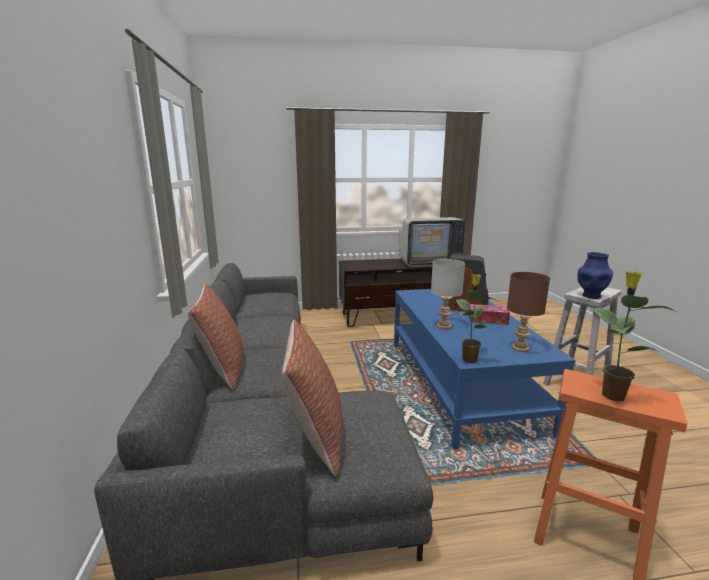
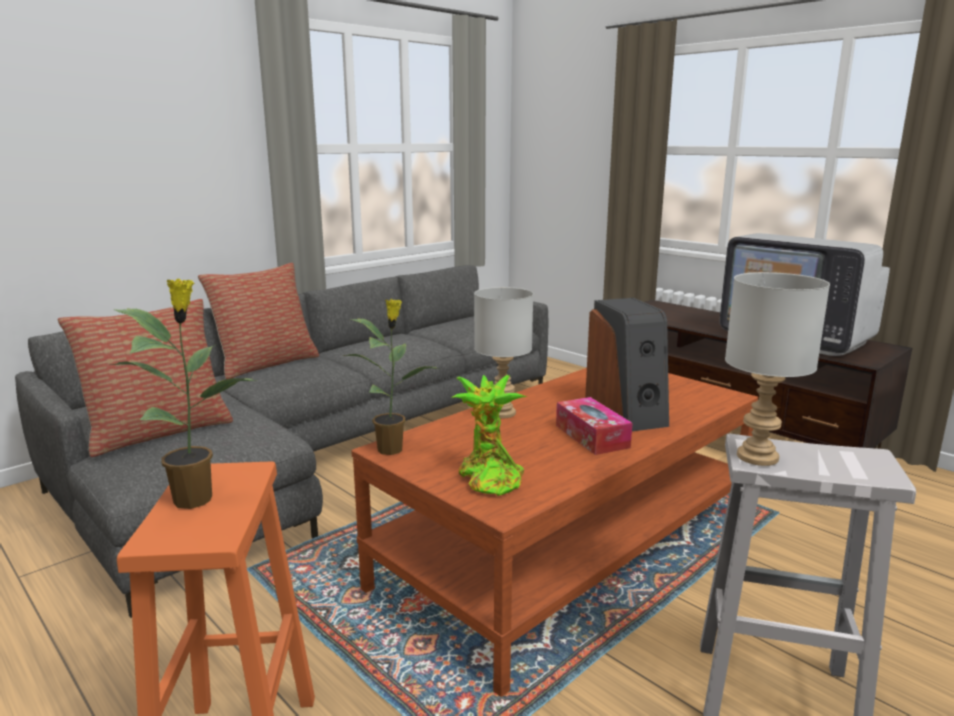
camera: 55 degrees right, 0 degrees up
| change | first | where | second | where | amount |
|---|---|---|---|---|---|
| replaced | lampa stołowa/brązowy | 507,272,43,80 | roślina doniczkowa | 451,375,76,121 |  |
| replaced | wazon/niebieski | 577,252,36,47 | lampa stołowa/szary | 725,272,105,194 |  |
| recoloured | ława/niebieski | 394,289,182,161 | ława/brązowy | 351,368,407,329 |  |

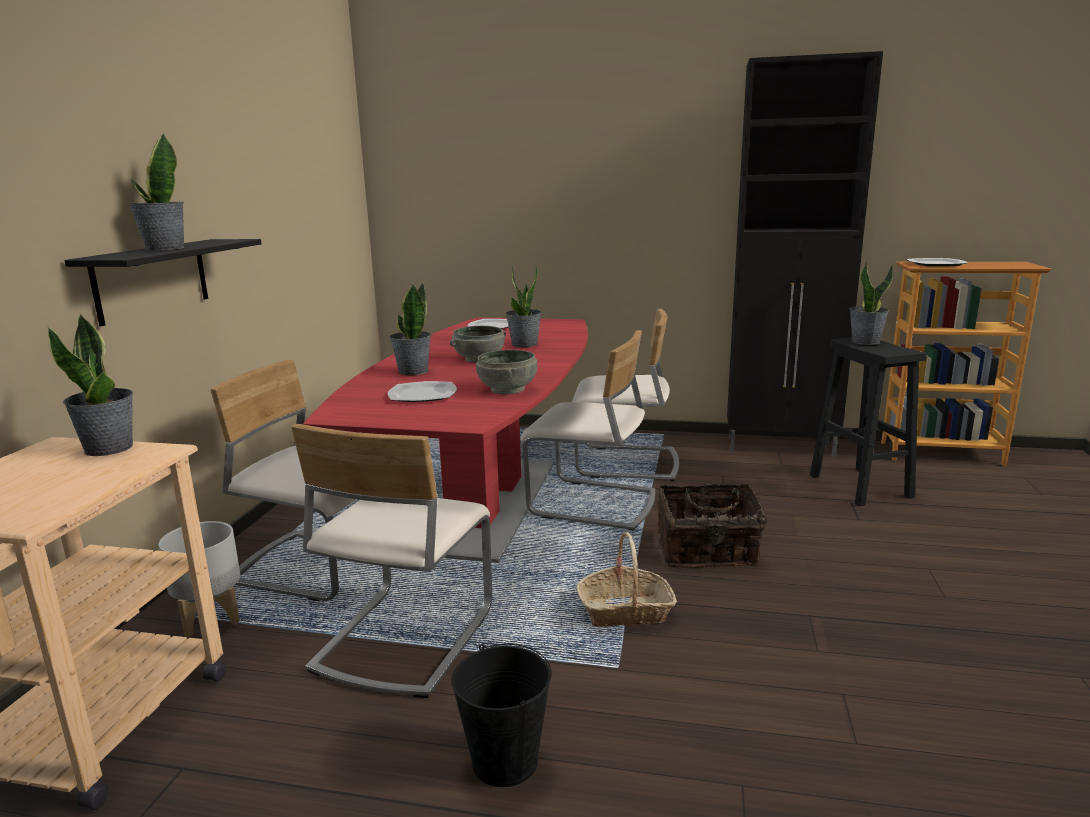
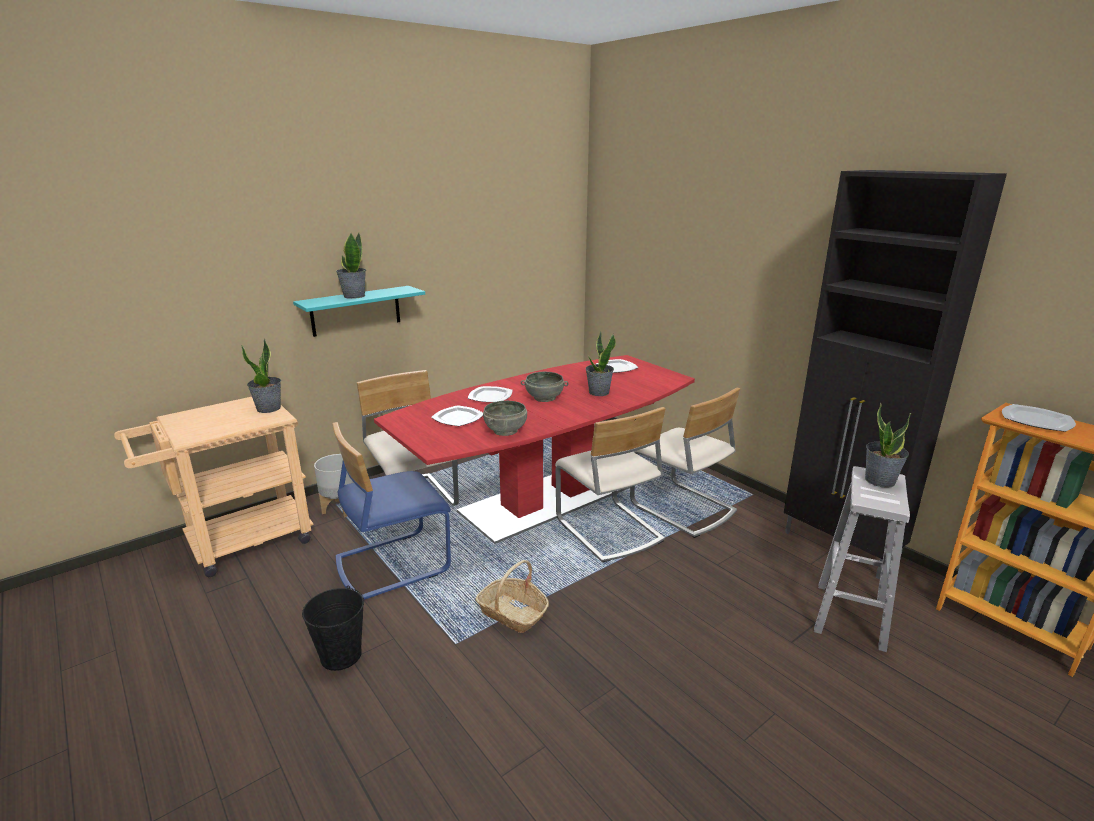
camera: 40 degrees right, 5 degrees up
| change | first | where | second | where | amount |
|---|---|---|---|---|---|
| removed | koszyk | 657,483,110,85 |  |  |  |
| replaced | roślina doniczkowa | 389,282,43,93 | talerz | 468,386,44,16 |  |
| recoloured | półka/czarny | 64,239,198,87 | półka/turkusowy | 293,286,132,51 |  |
| recoloured | krzesło/beżowy | 291,424,201,274 | krzesło/niebieski | 332,422,119,178 |  |
| recoloured | stołek/czarny | 810,337,117,169 | stołek/biały | 814,466,96,186 |  |

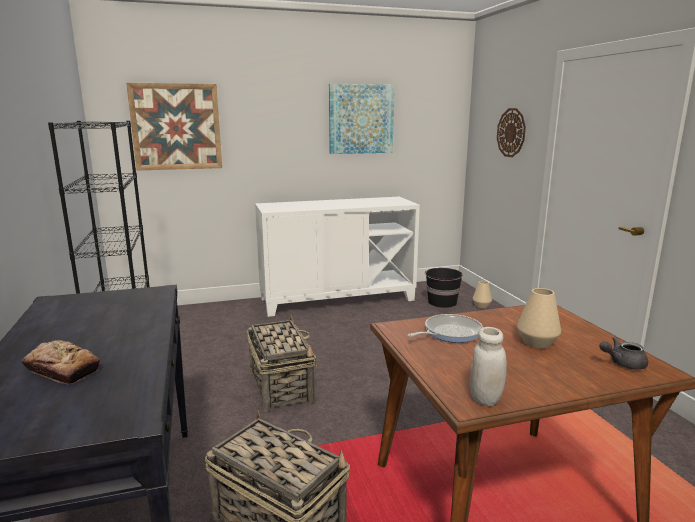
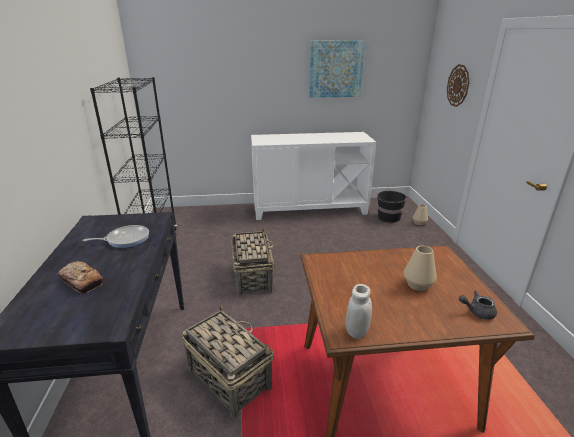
camera: 10 degrees right, 10 degrees up
| change | first | where | second | where | amount |
|---|---|---|---|---|---|
| removed | obraz | 126,83,96,88 |  |  |  |
| moved | patelnia | 407,314,76,29 |  | 83,225,66,23 |  |

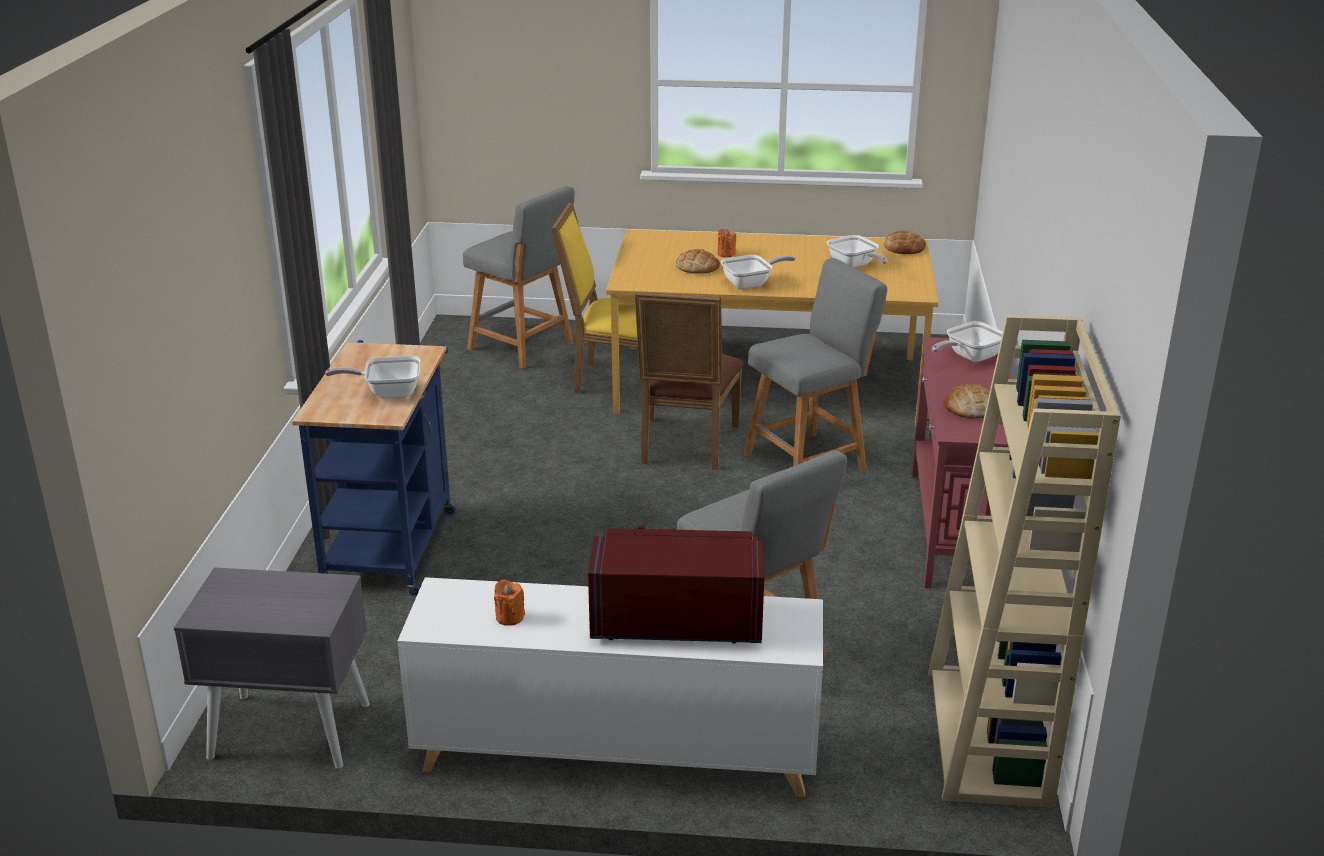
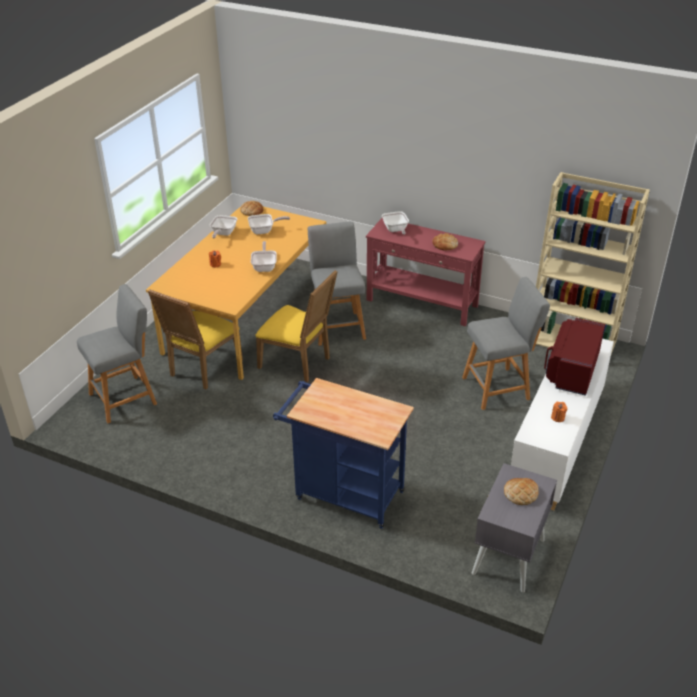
camera: 70 degrees left, 10 degrees up
| change | first | where | second | where | amount |
|---|---|---|---|---|---|
| moved | patelnia | 325,356,96,42 |  | 210,215,27,24 |  |
| moved | chleb | 676,249,44,25 |  | 504,478,35,27 |  |
| recoloured | krzesło/brązowy | 635,292,109,178 | krzesło/żółty | 256,270,82,112 |  |

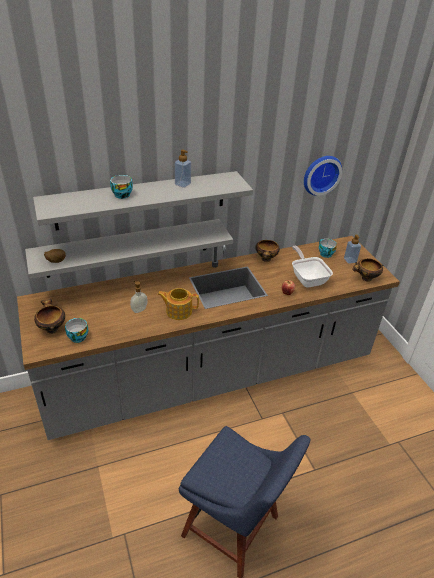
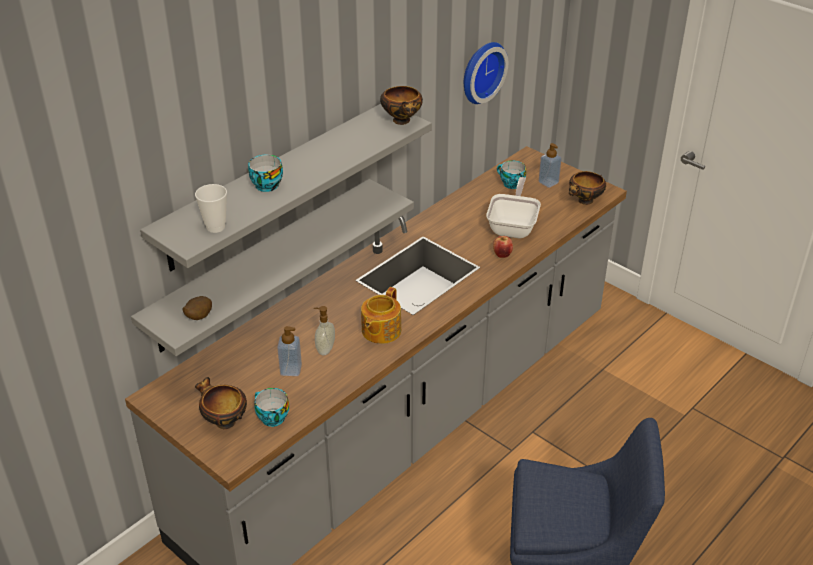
camera: 25 degrees left, 0 degrees up
| change | first | where | second | where | amount |
|---|---|---|---|---|---|
| added |  |  | filiżanka | 195,184,32,49 |  |
| moved | dozownik mydła | 175,150,16,38 |  | 277,326,25,50 |  |
| moved | miska | 255,240,25,22 |  | 380,86,43,39 |  |
| turned | imbryk | 157,288,42,32 |  | 361,287,40,57 | 45 degrees counterclockwise |
| turned | patelnia | 292,246,41,42 |  | 486,177,55,61 | 60 degrees clockwise |

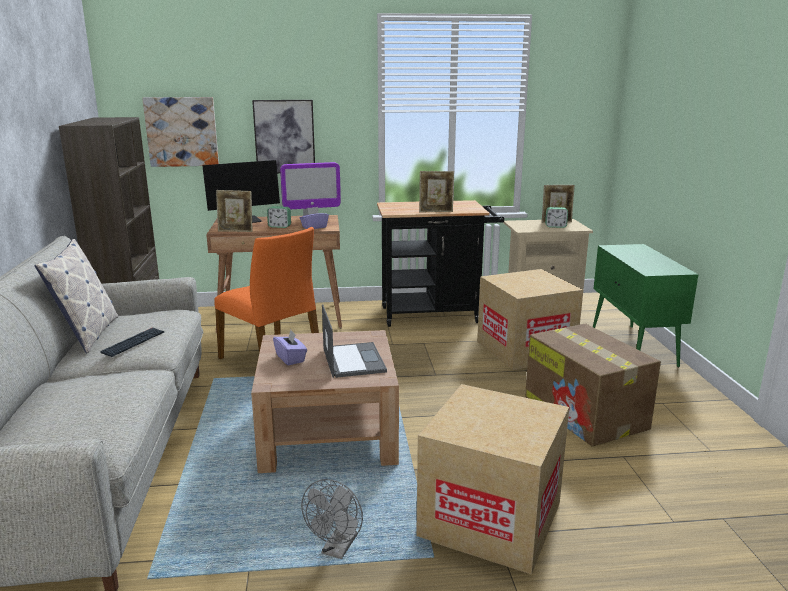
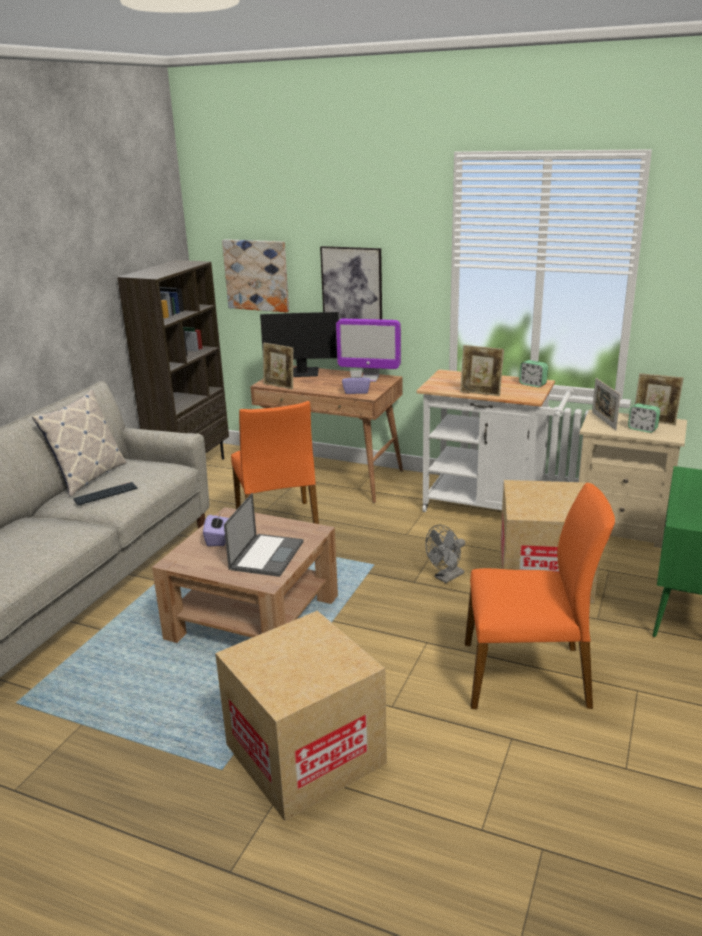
camera: 30 degrees right, 5 degrees up
| change | first | where | second | where | amount |
|---|---|---|---|---|---|
| added |  |  | ramka na zdjęcie | 592,378,29,52 |  |
| moved | budzik | 267,206,24,22 |  | 519,360,29,27 |  |
| moved | wentylator/szary | 301,479,62,80 |  | 425,524,40,59 |  |
| replaced | karton | 525,323,136,124 | krzesło/pomarańczowy | 465,483,150,226 |  |
| recoloured | wózek/czarny | 377,200,127,127 | wózek/biały | 417,369,156,143 |  |

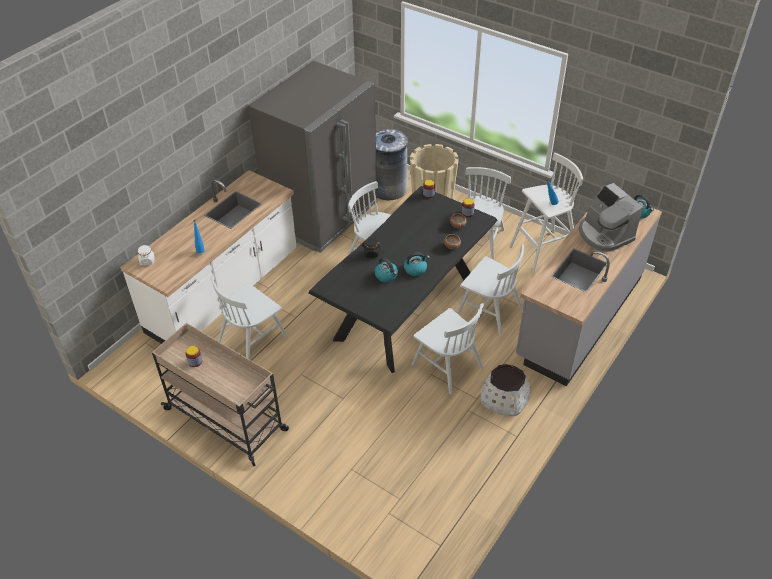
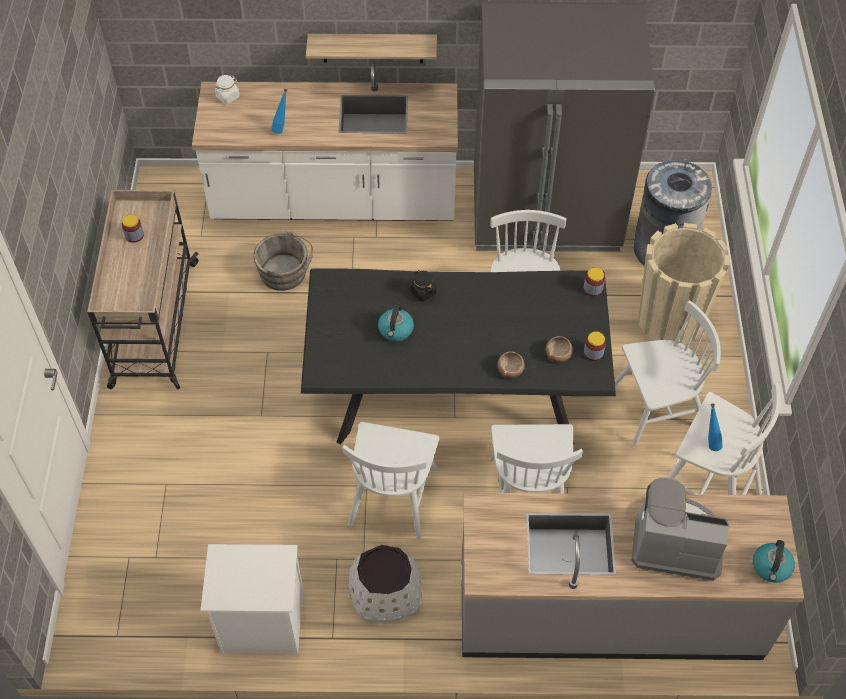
camera: 55 degrees right, 10 degrees up
| change | first | where | second | where | amount |
|---|---|---|---|---|---|
| removed | czajnik | 404,252,26,24 |  |  |  |
| added |  |  | szafka nocna/biały | 200,544,104,110 |  |
| added |  |  | półka | 306,34,131,29 |  |
| replaced | krzesło/biały | 211,277,77,83 | wiadro/szary | 253,231,60,60 |  |
| turned | ekspres do kawy | 579,183,64,69 |  | 631,477,99,104 | 75 degrees clockwise |

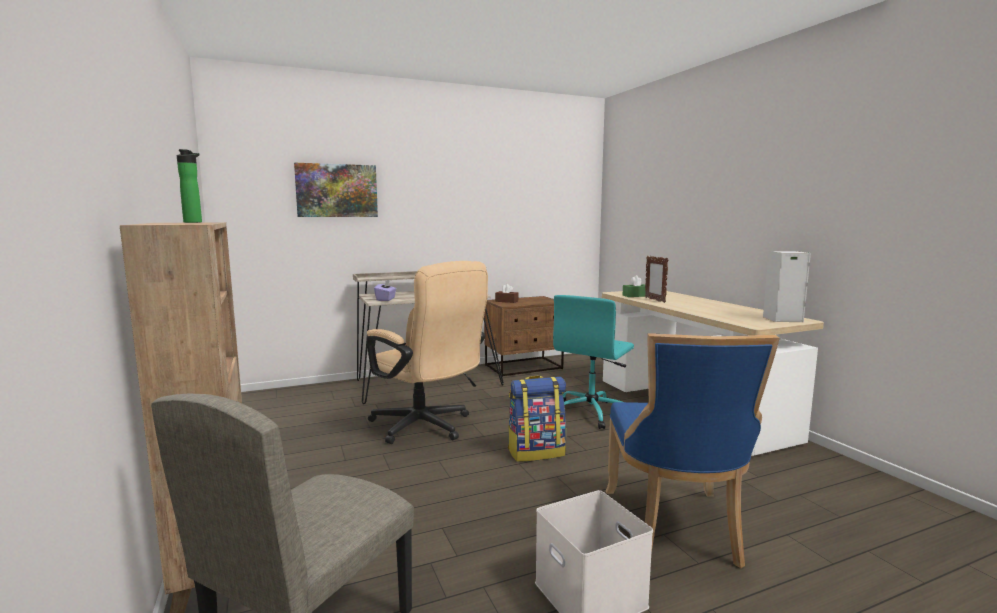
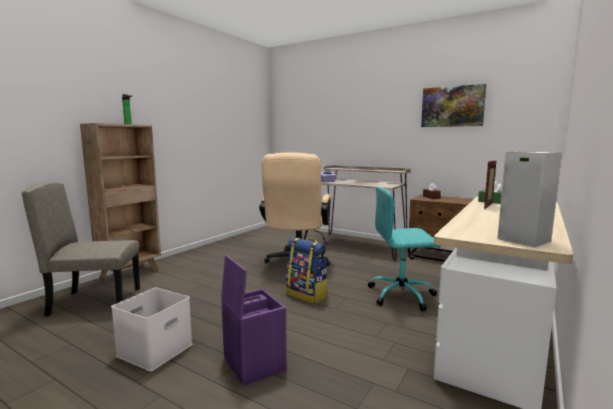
camera: 55 degrees right, 0 degrees up
| change | first | where | second | where | amount |
|---|---|---|---|---|---|
| moved | obraz | 294,163,84,54 |  | 421,84,65,43 |  |
| replaced | krzesło/niebieski | 606,333,174,235 | pojemnik do przechowywania/fioletowy | 221,255,66,131 |  |

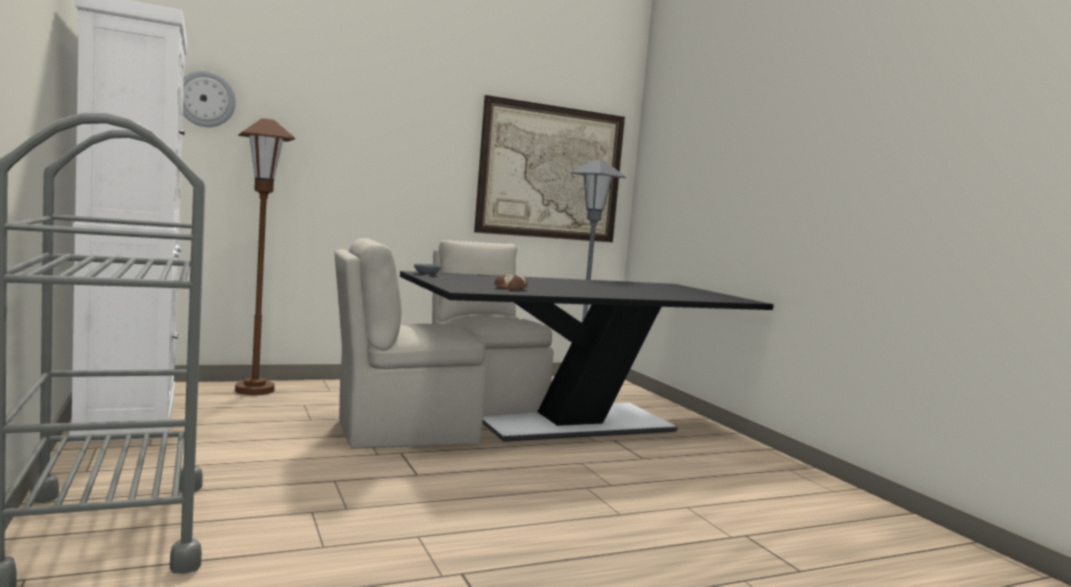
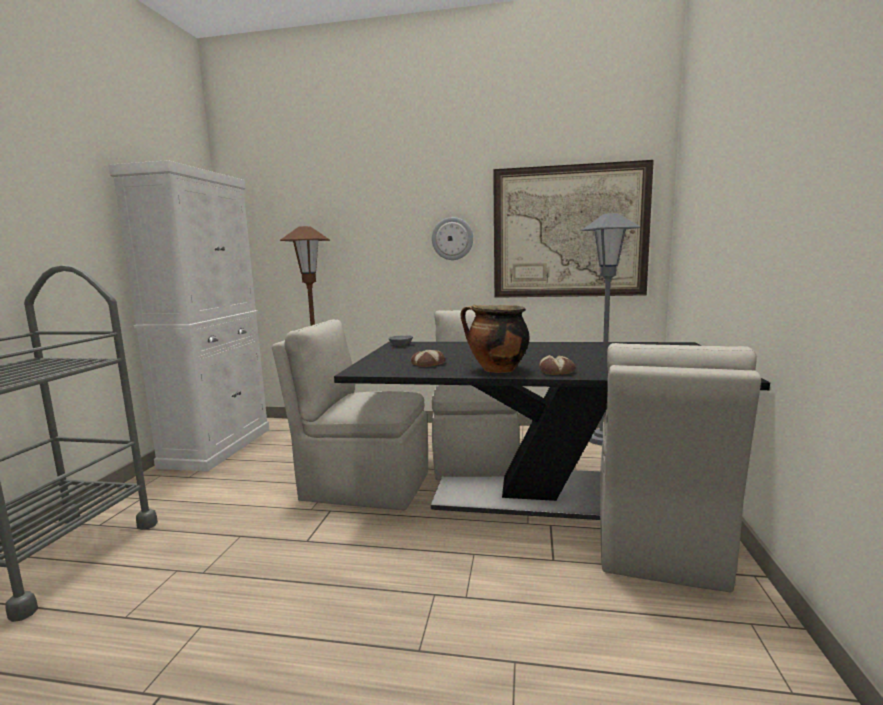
camera: 35 degrees right, 5 degrees up
| change | first | where | second | where | amount |
|---|---|---|---|---|---|
| added |  |  | garnek | 460,305,70,68 |  |
| added |  |  | chleb | 539,355,37,20 |  |
| added |  |  | krzesło/beżowy | 600,343,161,250 |  |
| moved | zegar ścienny | 183,71,53,56 |  | 432,217,41,43 |  |

